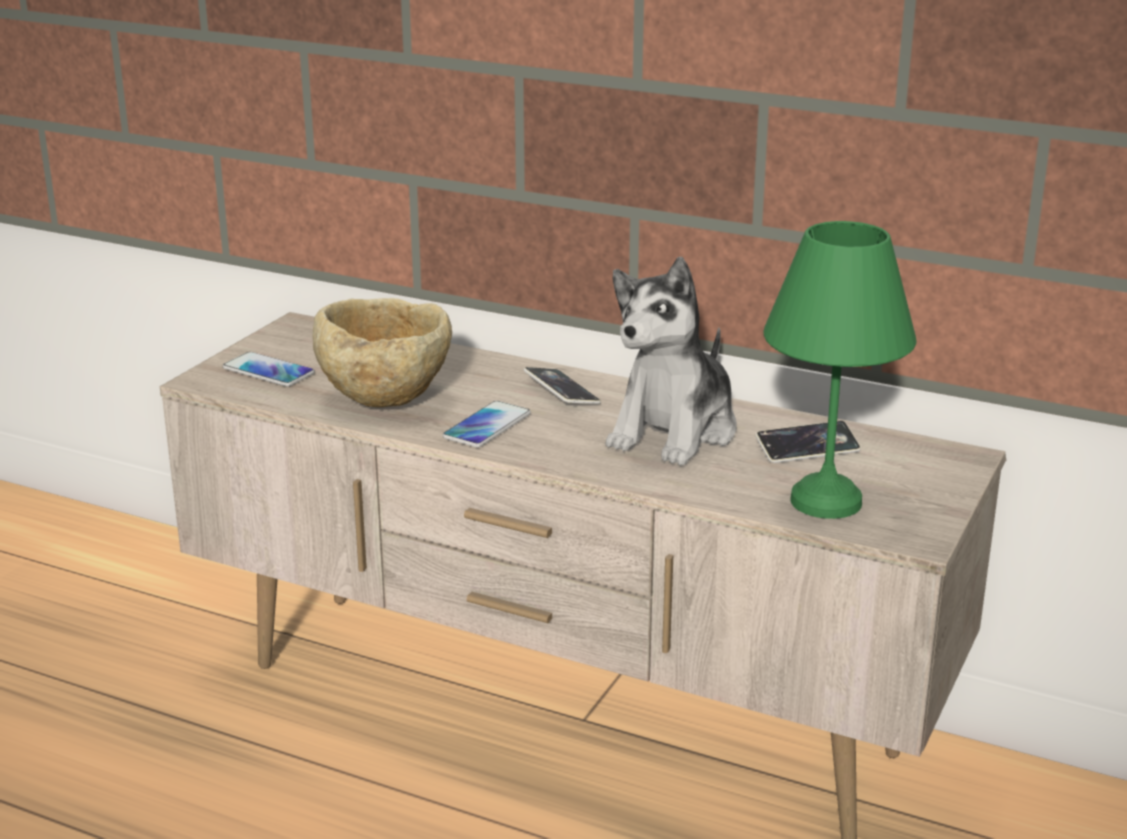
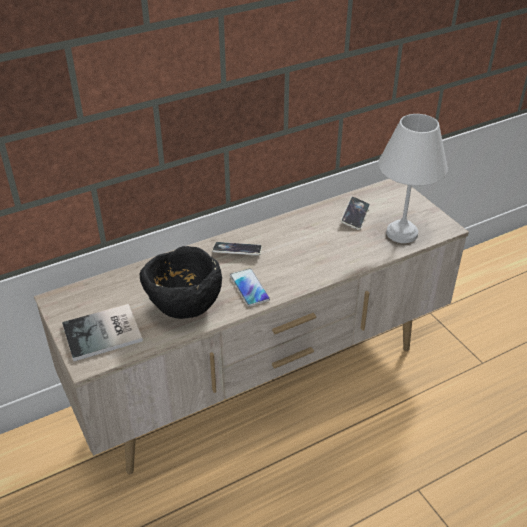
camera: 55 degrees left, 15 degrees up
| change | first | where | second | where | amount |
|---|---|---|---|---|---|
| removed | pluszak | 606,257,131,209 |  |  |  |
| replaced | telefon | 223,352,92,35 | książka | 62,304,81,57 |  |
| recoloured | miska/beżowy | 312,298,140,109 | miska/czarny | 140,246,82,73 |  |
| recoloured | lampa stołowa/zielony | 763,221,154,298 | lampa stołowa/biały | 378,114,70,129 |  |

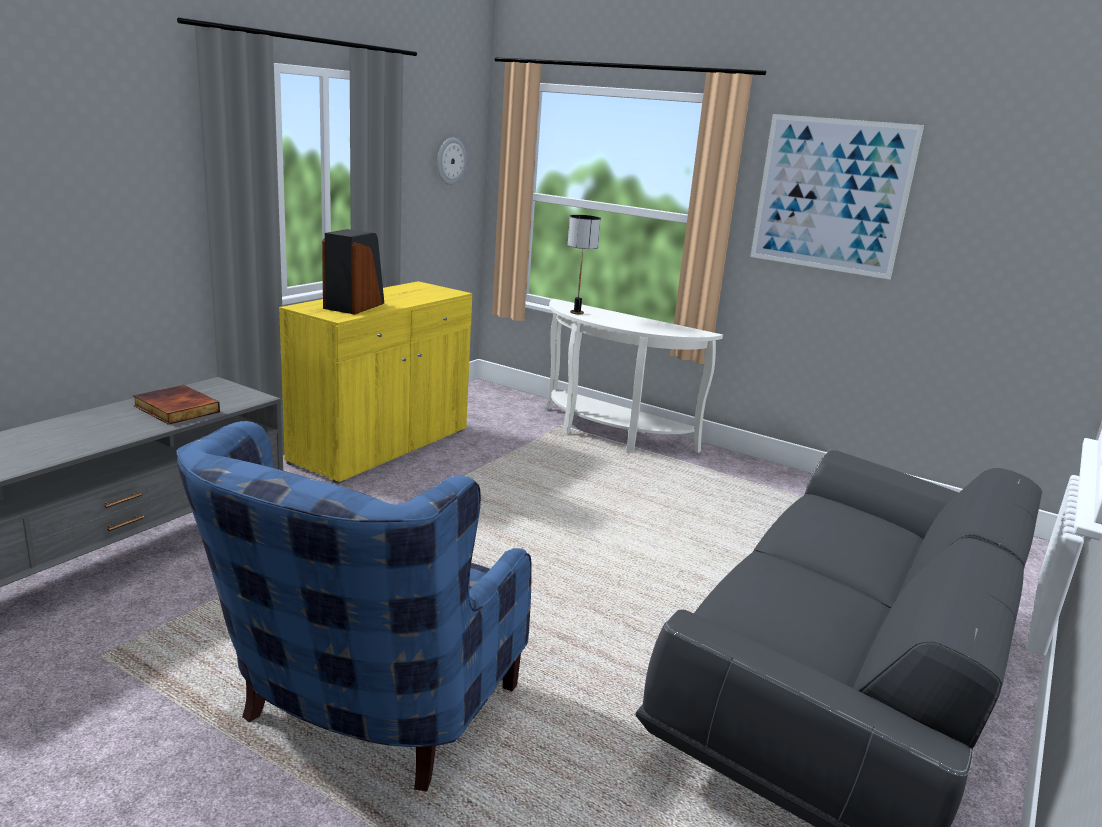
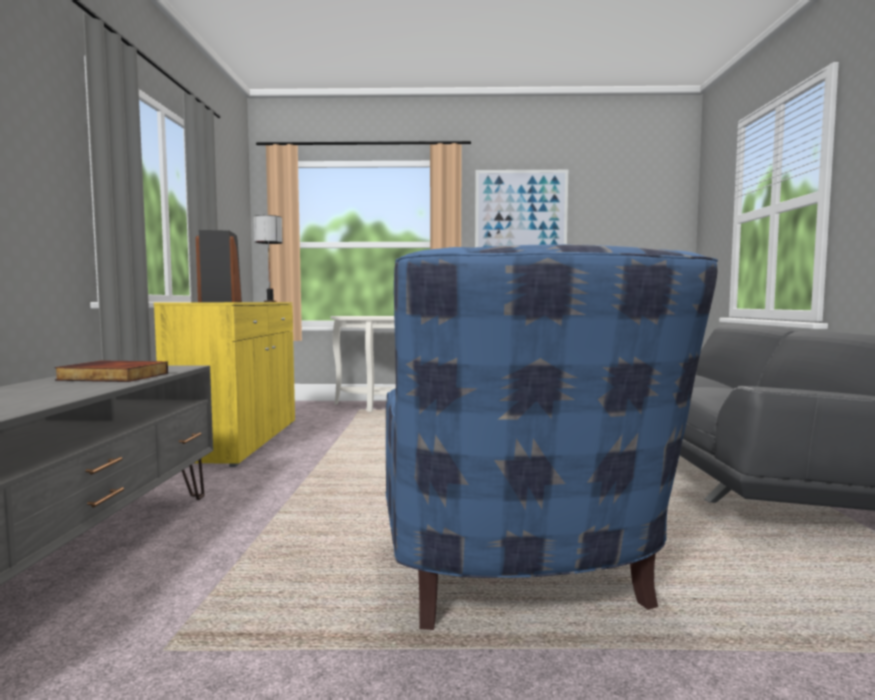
camera: 30 degrees left, 15 degrees down
| change | first | where | second | where | amount |
|---|---|---|---|---|---|
| removed | zegar ścienny | 437,138,29,47 |  |  |  |
| moved | lampa stołowa | 568,215,33,99 |  | 254,215,29,87 |  |

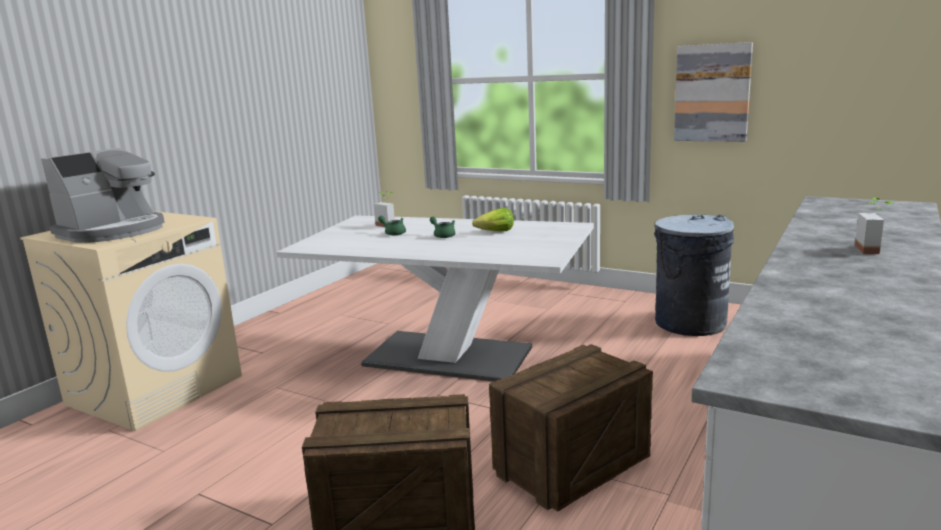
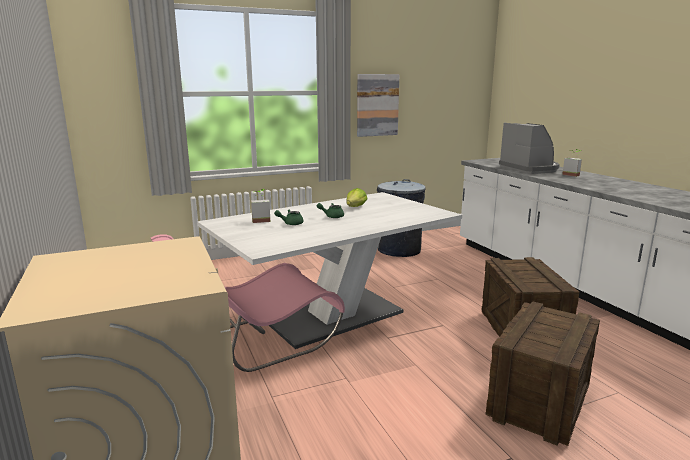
camera: 55 degrees left, 0 degrees up
| change | first | where | second | where | amount |
|---|---|---|---|---|---|
| added |  |  | krzesło/różowy | 151,234,194,138 |  |
| moved | ekspres do kawy | 41,148,123,95 |  | 499,123,61,51 |  |

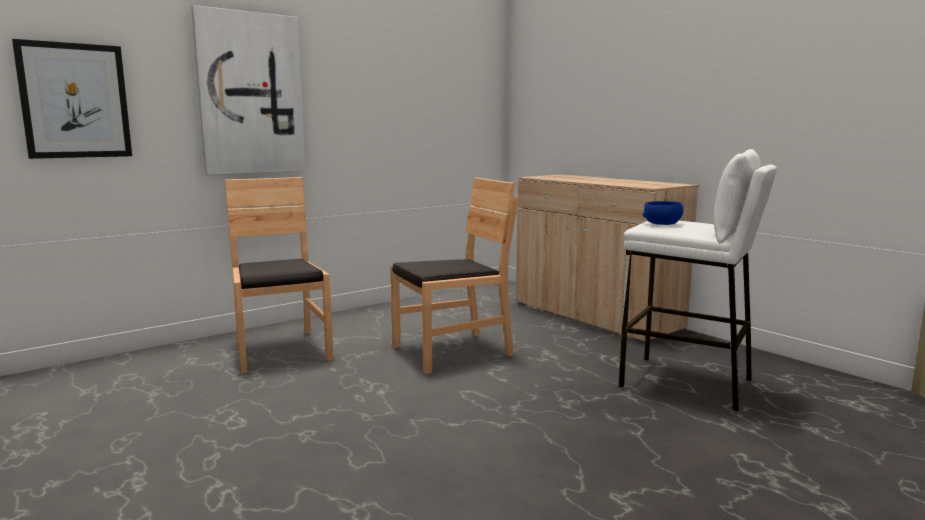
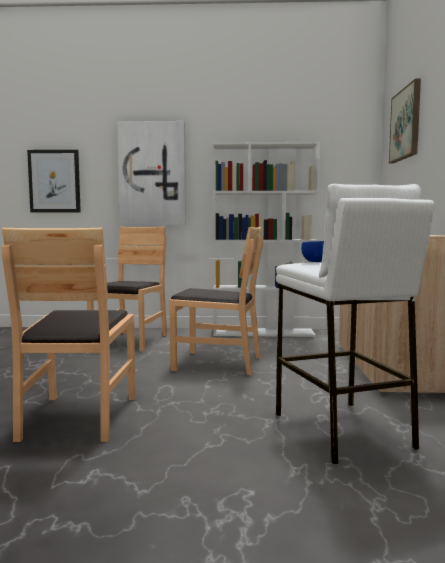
camera: 40 degrees right, 5 degrees down
| change | first | where | second | where | amount |
|---|---|---|---|---|---|
| added |  |  | krzesło/brązowy | 1,228,135,214 |  |
| added |  |  | regał/biały | 213,142,107,195 |  |
| added |  |  | obraz | 389,79,32,84 |  |

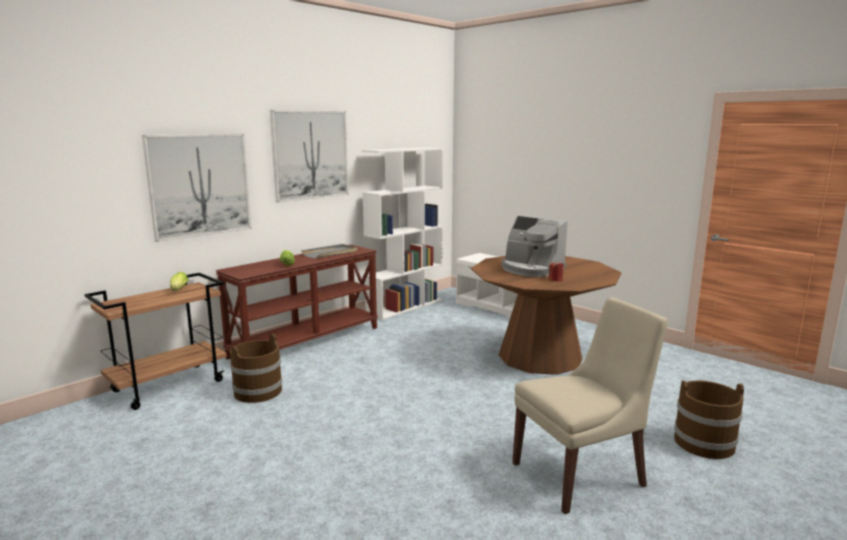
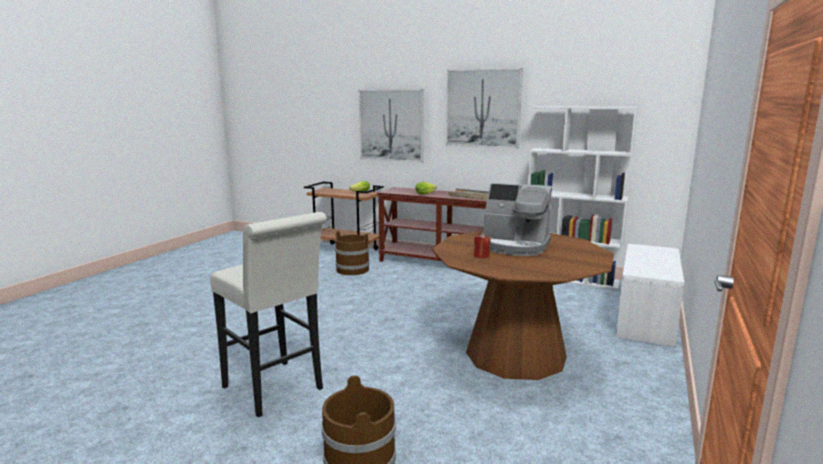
camera: 70 degrees right, 0 degrees up
| change | first | where | second | where | amount |
|---|---|---|---|---|---|
| replaced | krzesło/beżowy | 512,297,156,217 | stołek/biały | 210,212,117,205 |  |
| turned | ekspres do kawy | 501,215,67,62 |  | 480,183,72,73 | 90 degrees counterclockwise |

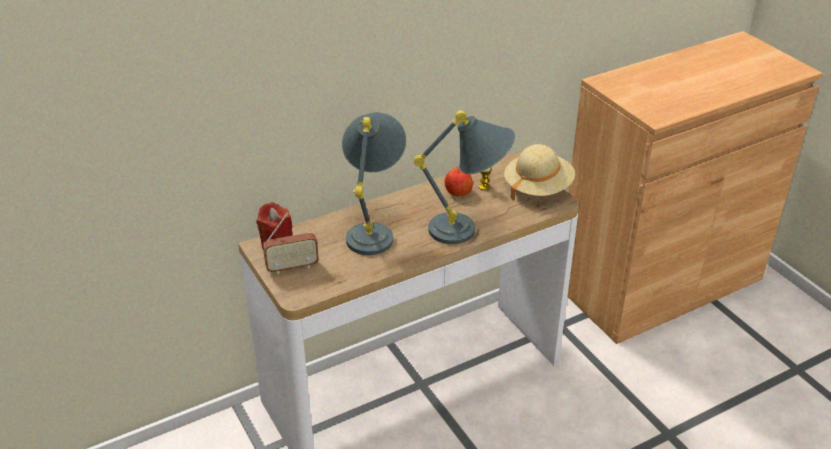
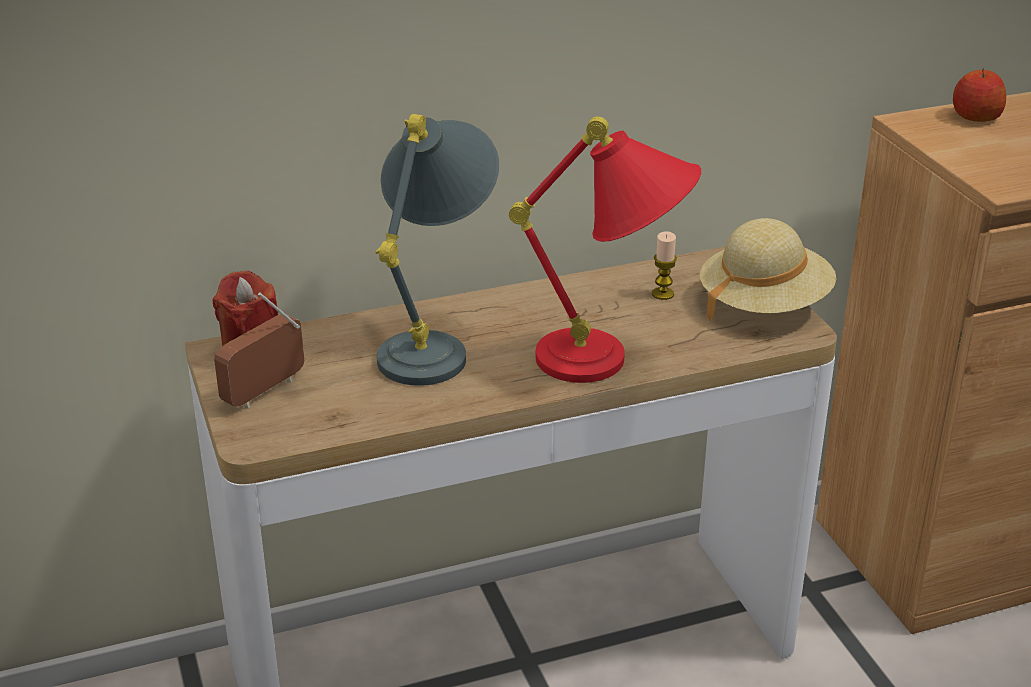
camera: 10 degrees right, 5 degrees down
| change | first | where | second | where | amount |
|---|---|---|---|---|---|
| moved | jabłko | 445,167,28,29 |  | 953,68,53,54 |  |
| recoloured | lampa stołowa/szary | 414,110,101,134 | lampa stołowa/czerwony | 509,116,192,267 |  |
| turned | radio | 263,213,56,61 |  | 214,292,90,116 | 135 degrees clockwise |

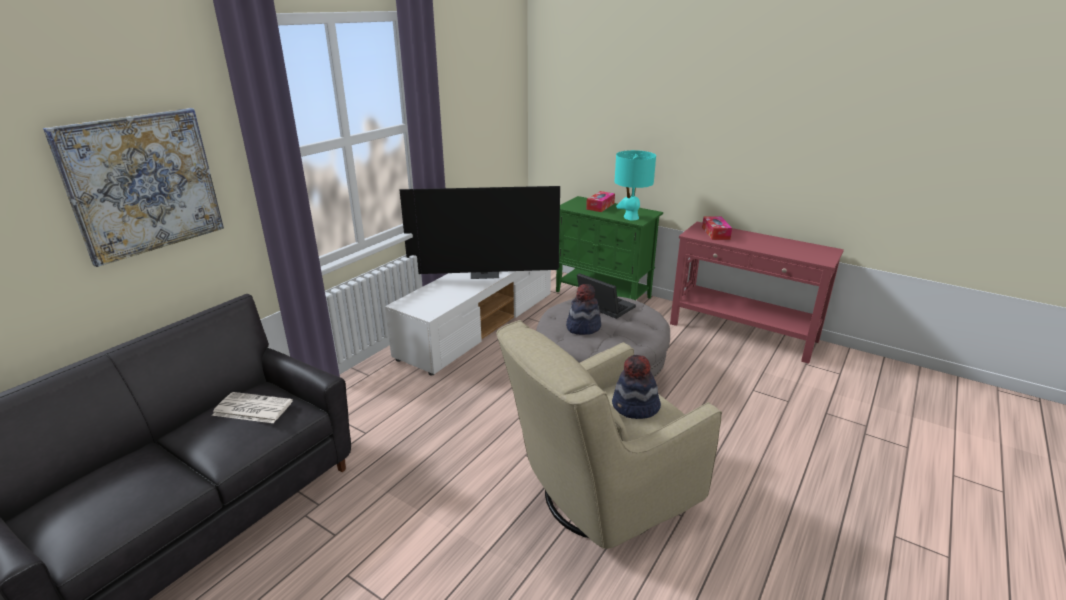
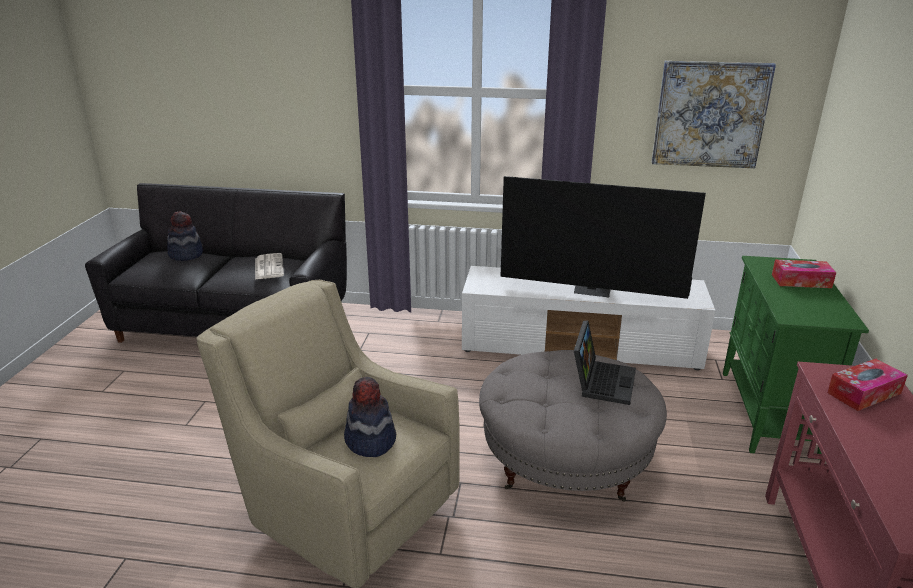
camera: 65 degrees right, 0 degrees up
| change | first | where | second | where | amount |
|---|---|---|---|---|---|
| removed | lampa stołowa/turkusowy | 614,150,42,70 |  |  |  |
| moved | obraz | 43,108,181,159 |  | 652,61,124,107 |  |
| moved | kapelusz | 566,284,35,51 |  | 167,211,36,50 |  |
| turned | telewizor | 400,186,160,93 |  | 501,176,205,123 | 45 degrees counterclockwise |

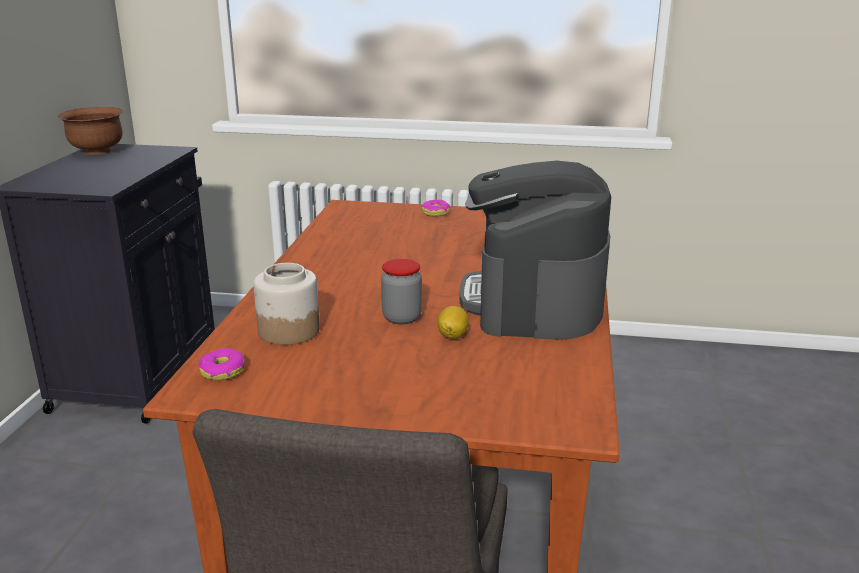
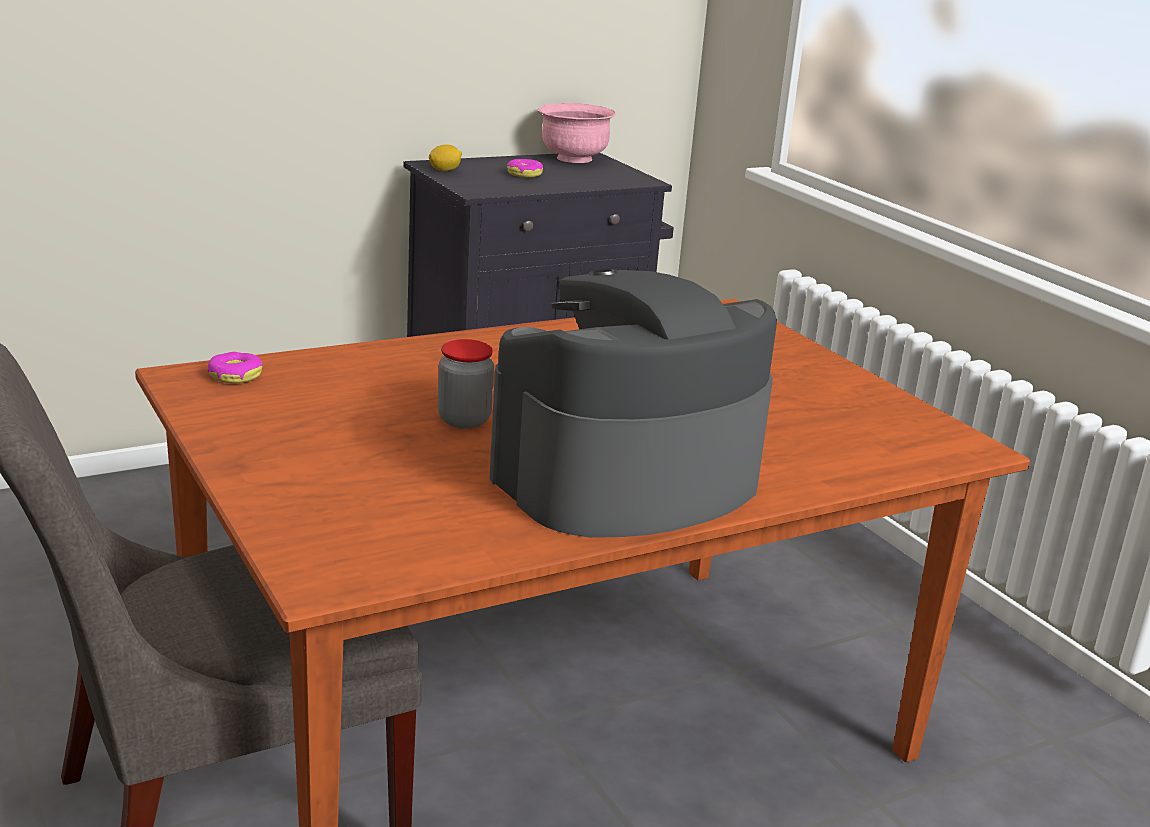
camera: 50 degrees right, 0 degrees up
| change | first | where | second | where | amount |
|---|---|---|---|---|---|
| removed | słoik | 253,263,67,82 |  |  |  |
| moved | donut | 421,200,29,17 |  | 507,159,36,19 |  |
| moved | cytryna | 438,306,31,33 |  | 429,145,33,26 |  |
| recoloured | miska/brązowy | 58,107,65,48 | miska/różowy | 538,103,78,60 |  |

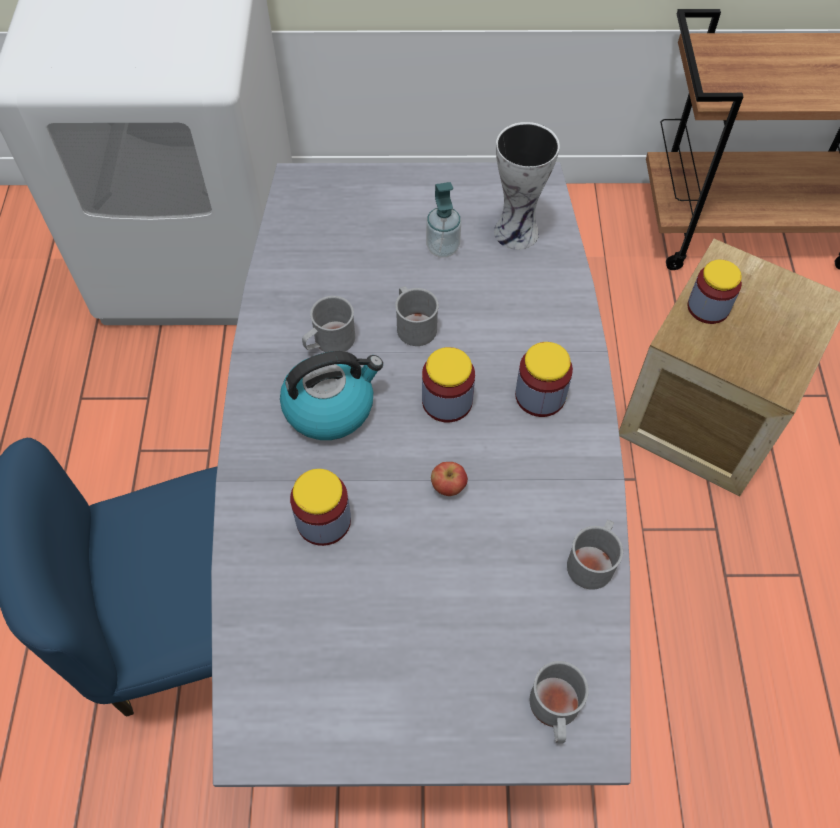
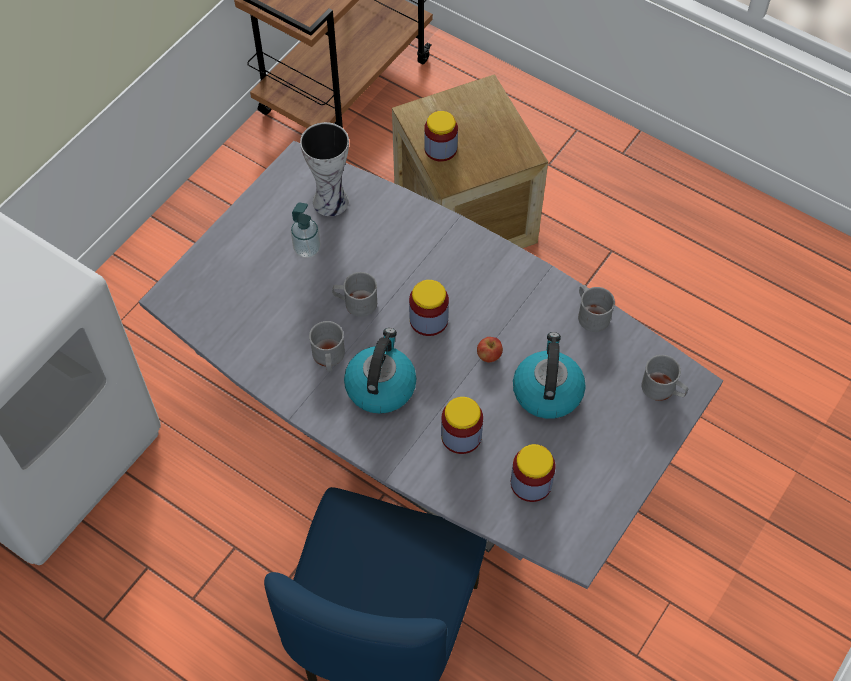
camera: 55 degrees left, 0 degrees up
| change | first | where | second | where | amount |
|---|---|---|---|---|---|
| added |  |  | czajnik | 513,332,73,87 |  |
| moved | słoik | 515,342,58,75 |  | 511,444,45,58 |  |

